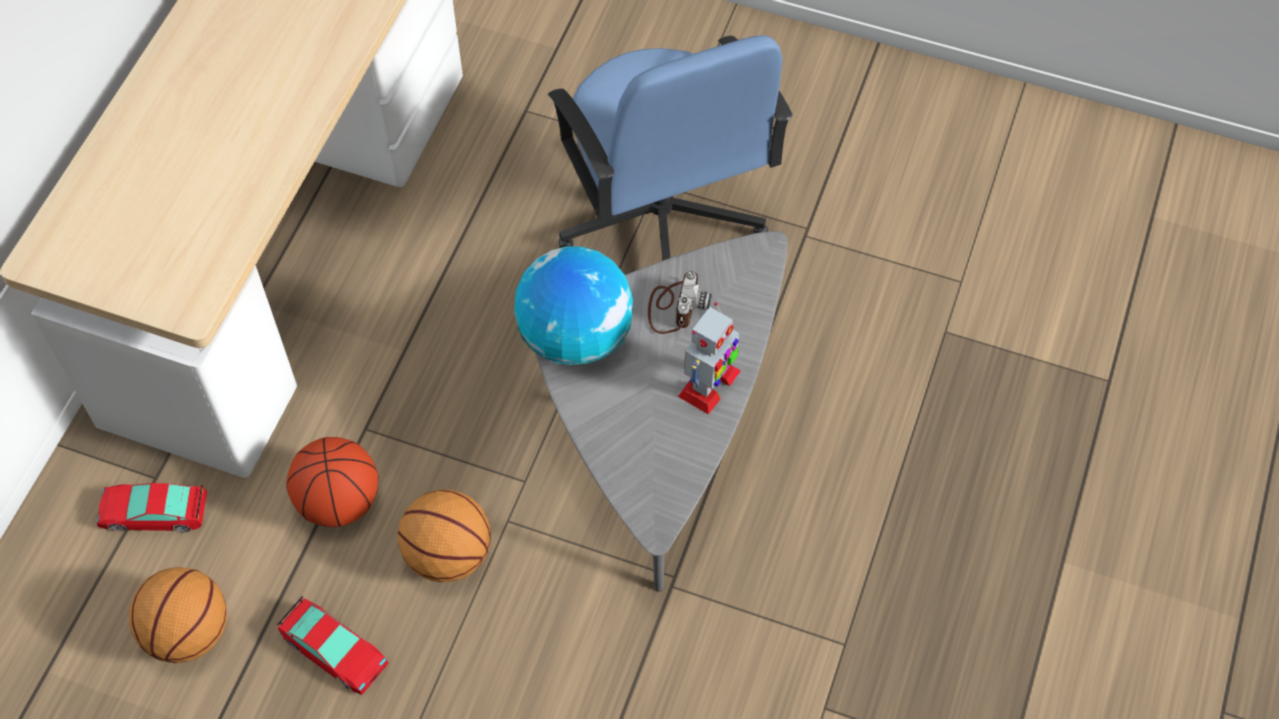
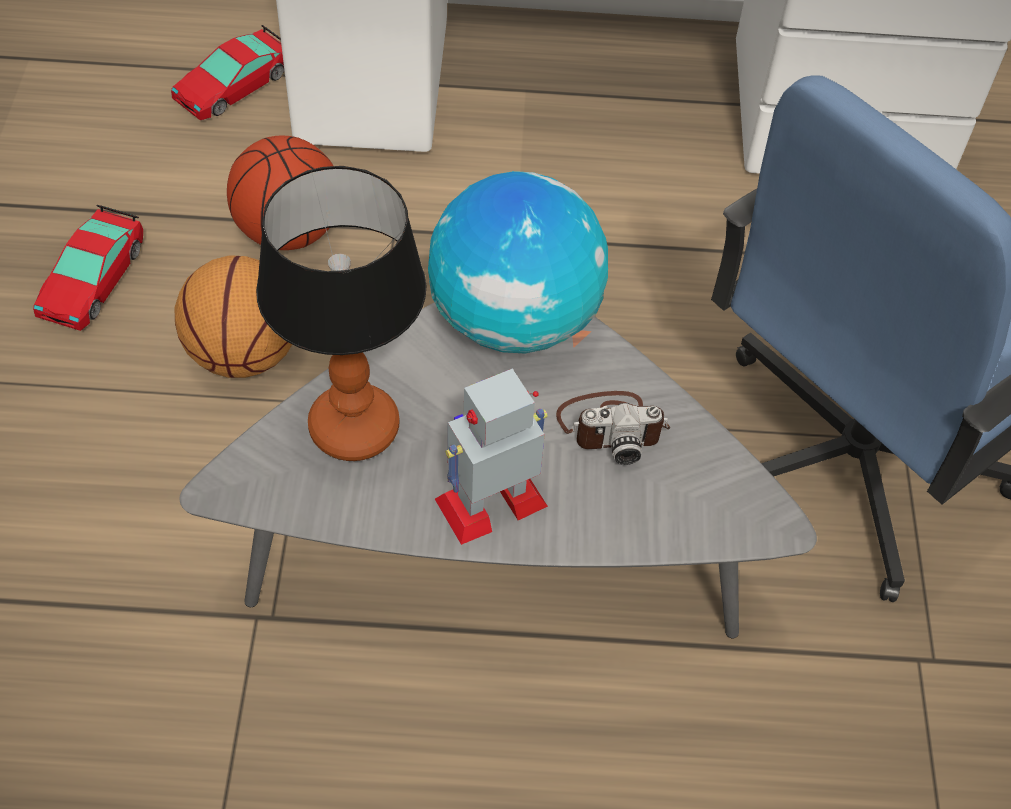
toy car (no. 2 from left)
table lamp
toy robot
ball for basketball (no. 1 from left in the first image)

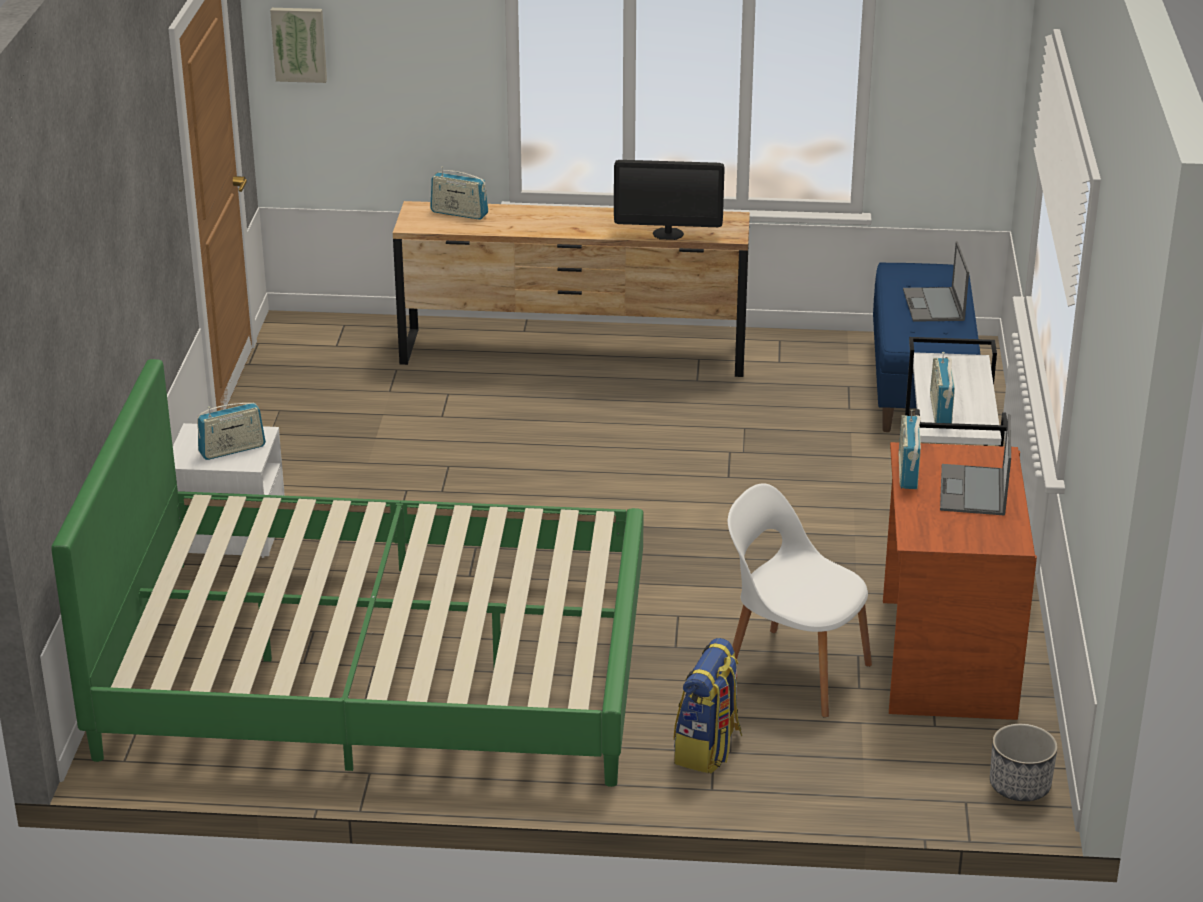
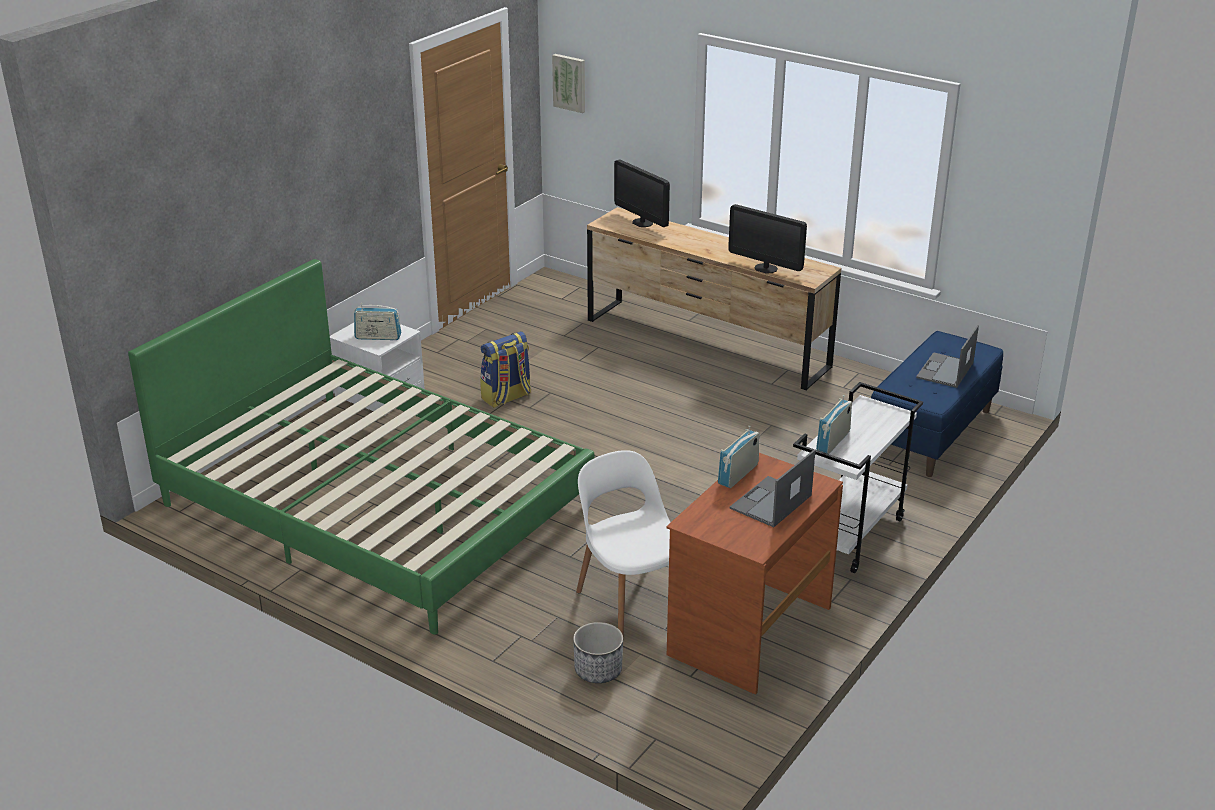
rucksack
plant pot
monitor (no. 1 from left)

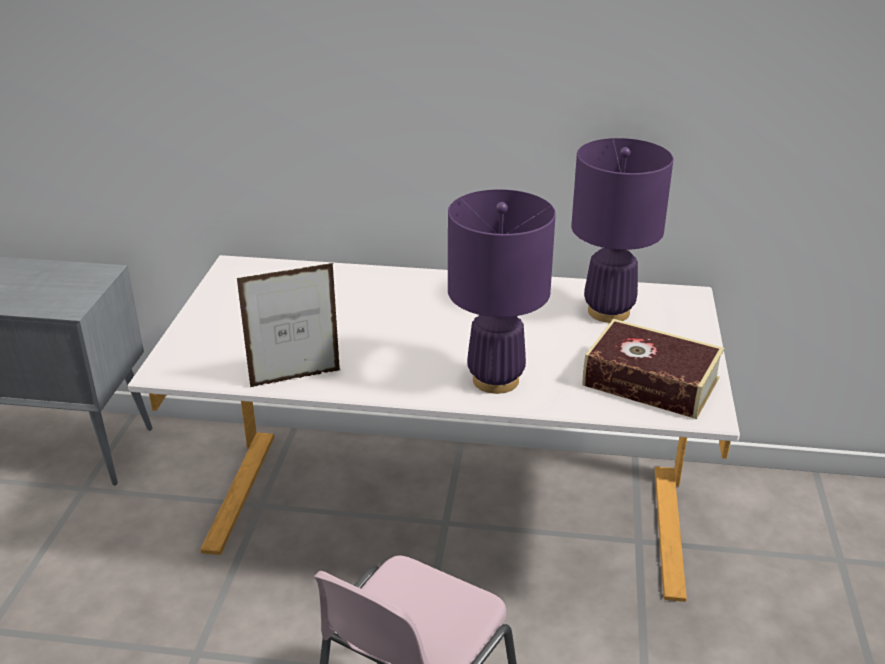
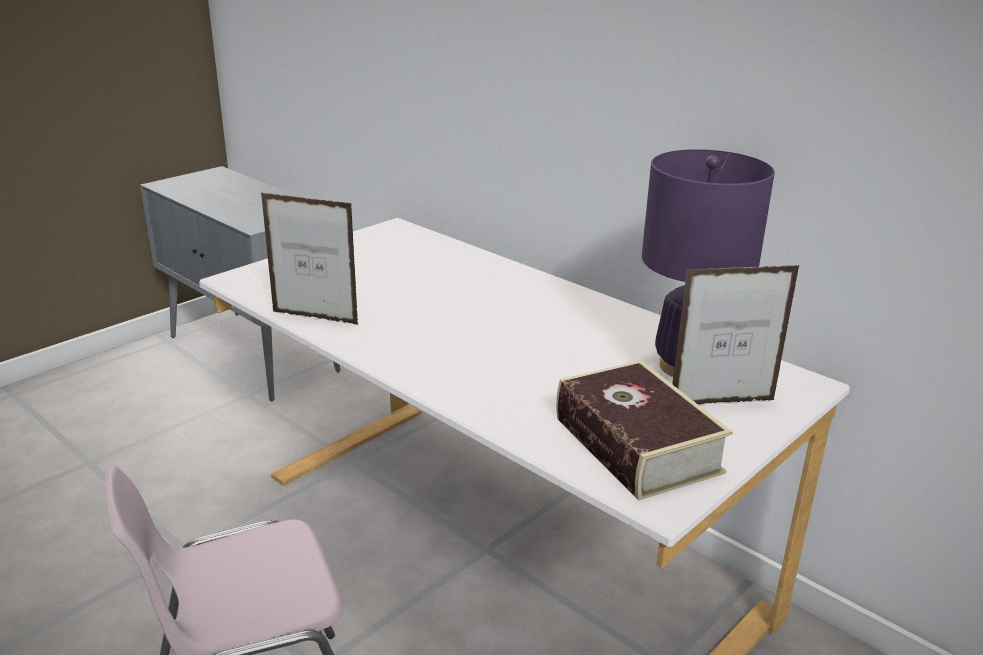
standing frame (no. 2 from left)
purplish table lamp (no. 1 from left in the first image)

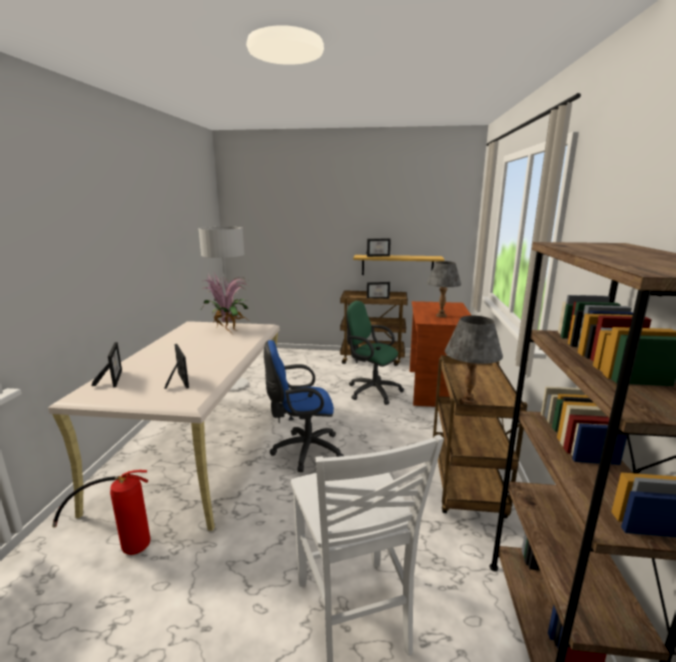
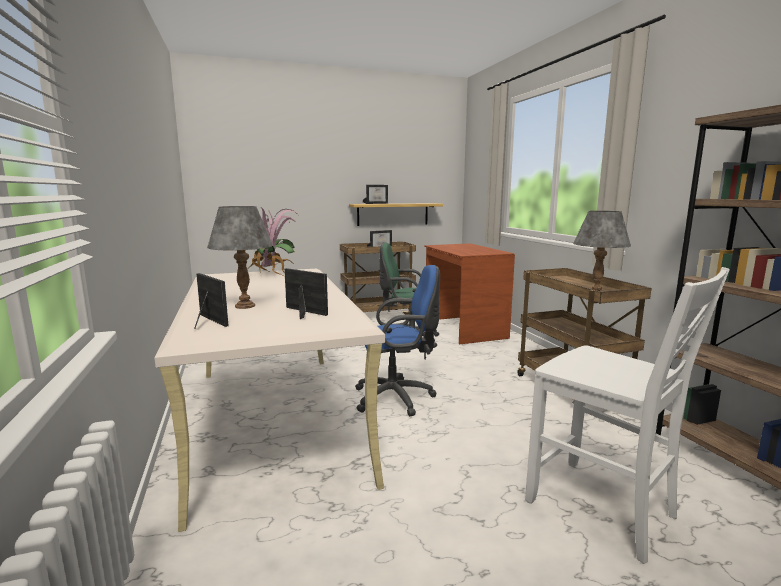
gray table lamp (no. 1 from left)
blue office chair
fire extinguisher
gray floor lamp

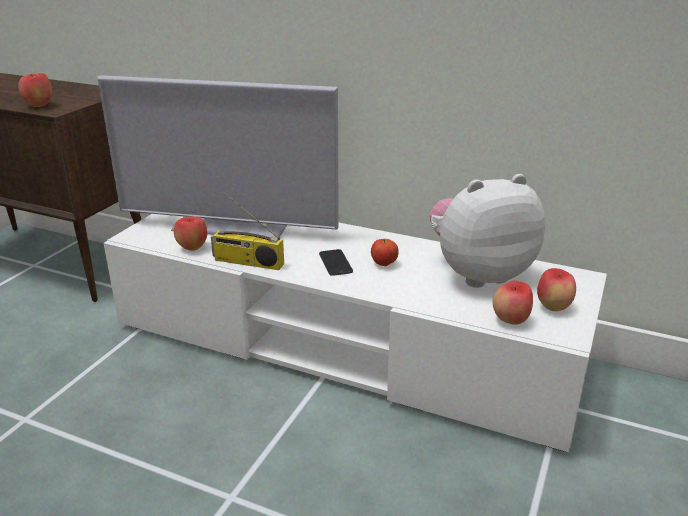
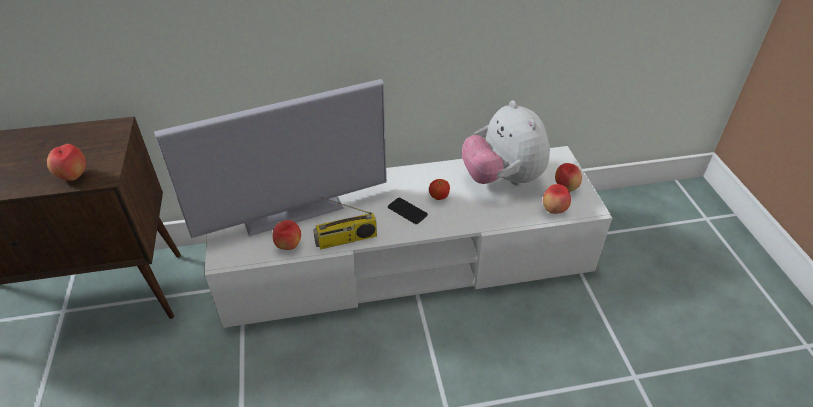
plush toy

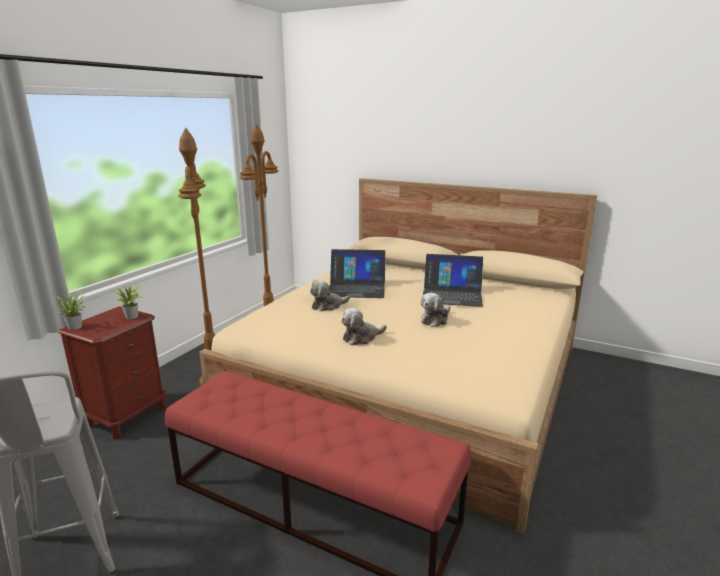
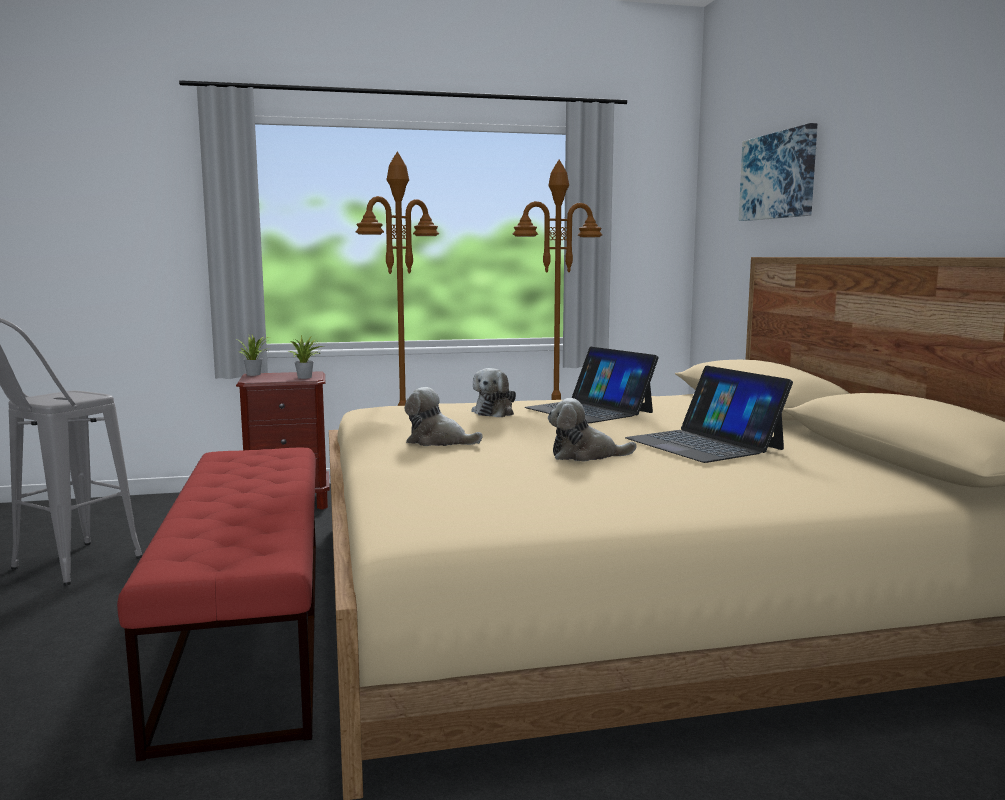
plush toy (no. 2 from left)
picture

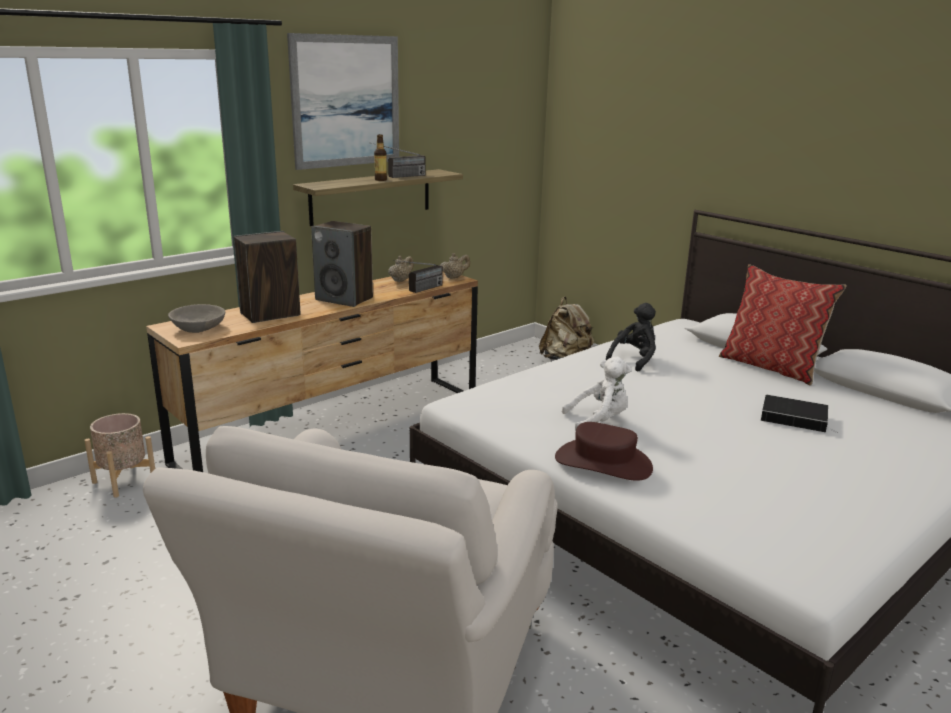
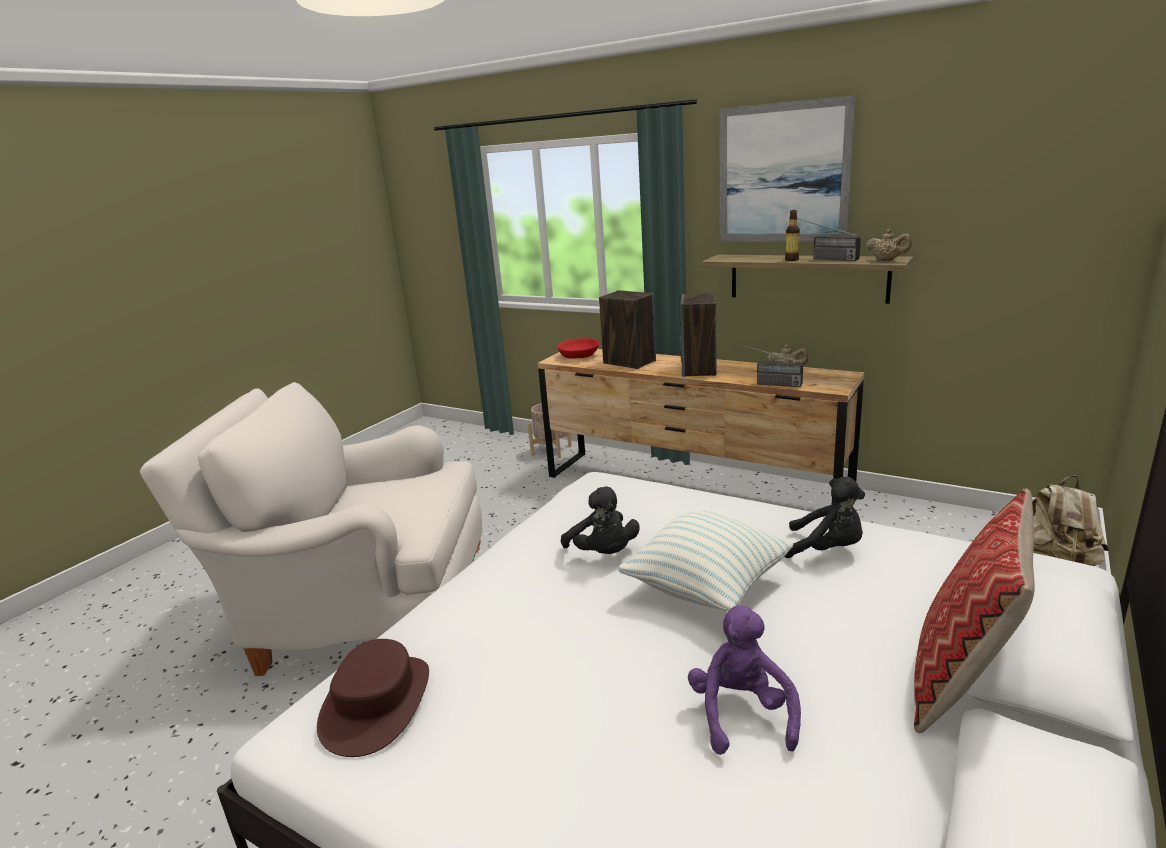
brownish clothing hat
red bowl
black plush toy (no. 1 from left)
cushion (no. 1 from left)
purplish plush toy
beige tea pot (no. 2 from left)

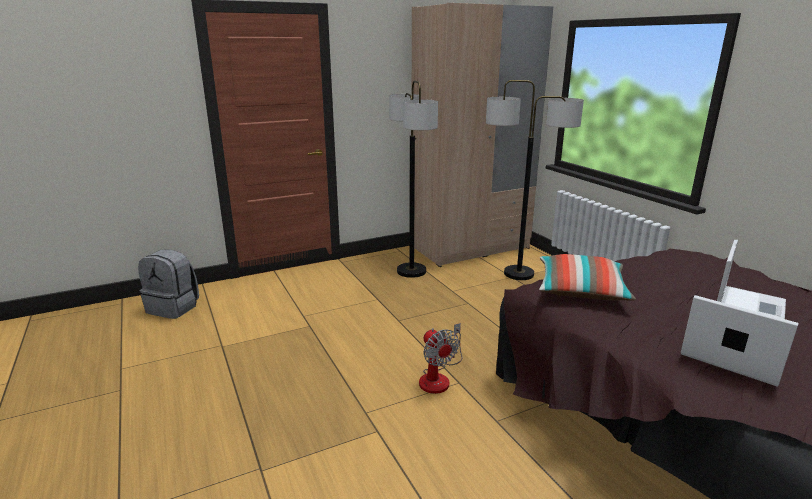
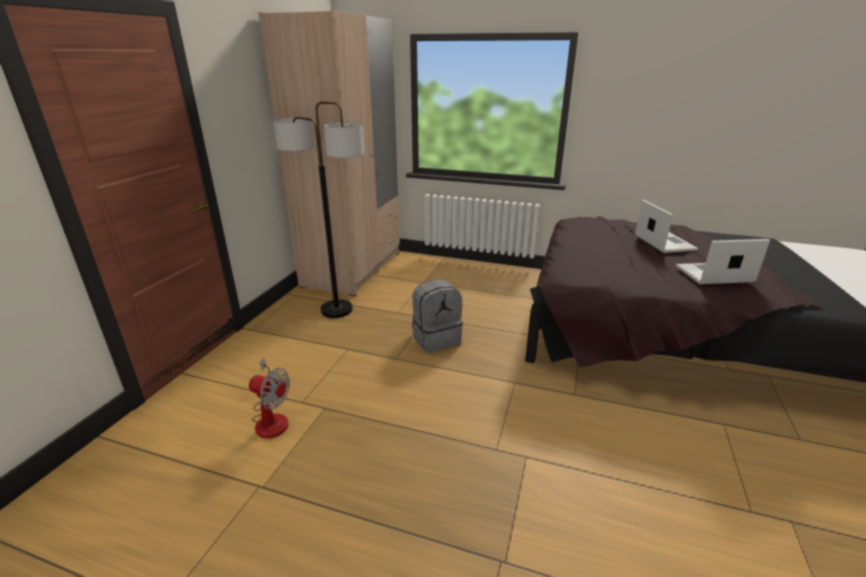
electric fan
gray rucksack
floor lamp (no. 2 from left in the first image)
cushion

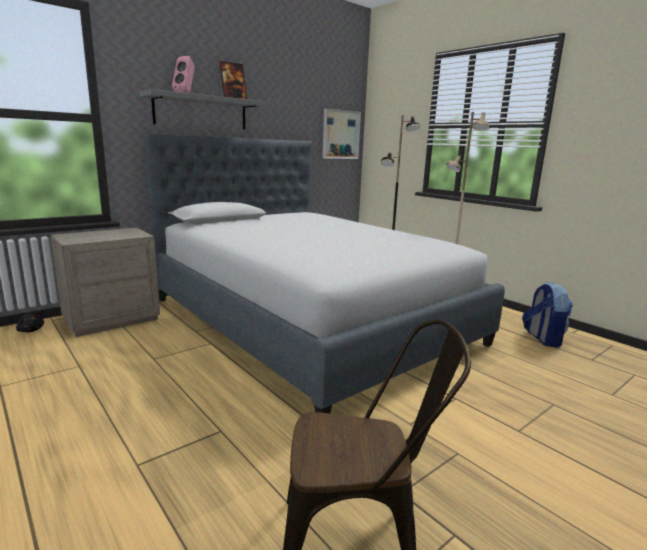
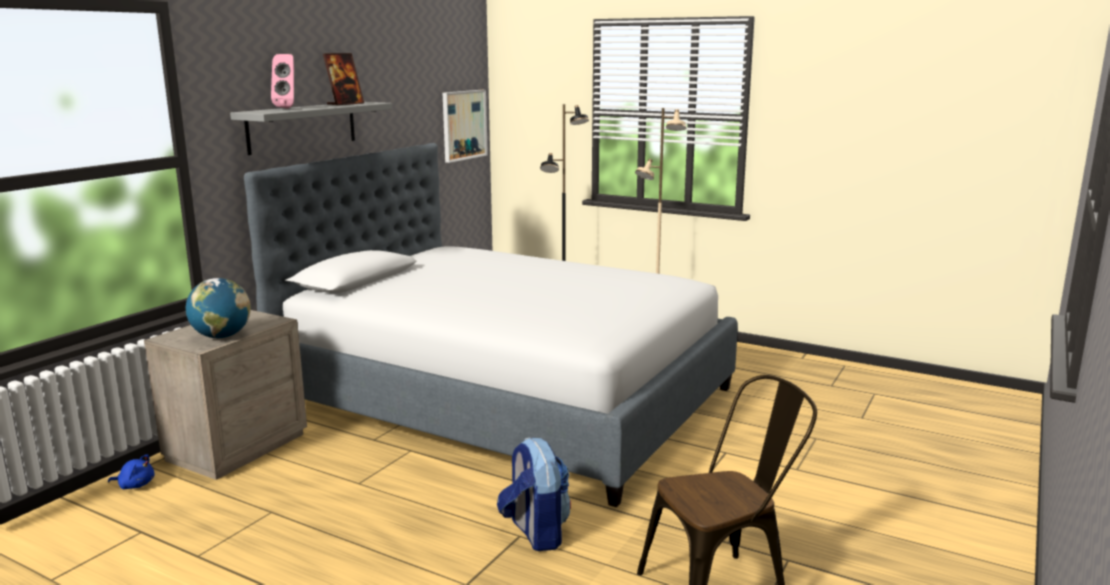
blue plush toy
world globe
rucksack

